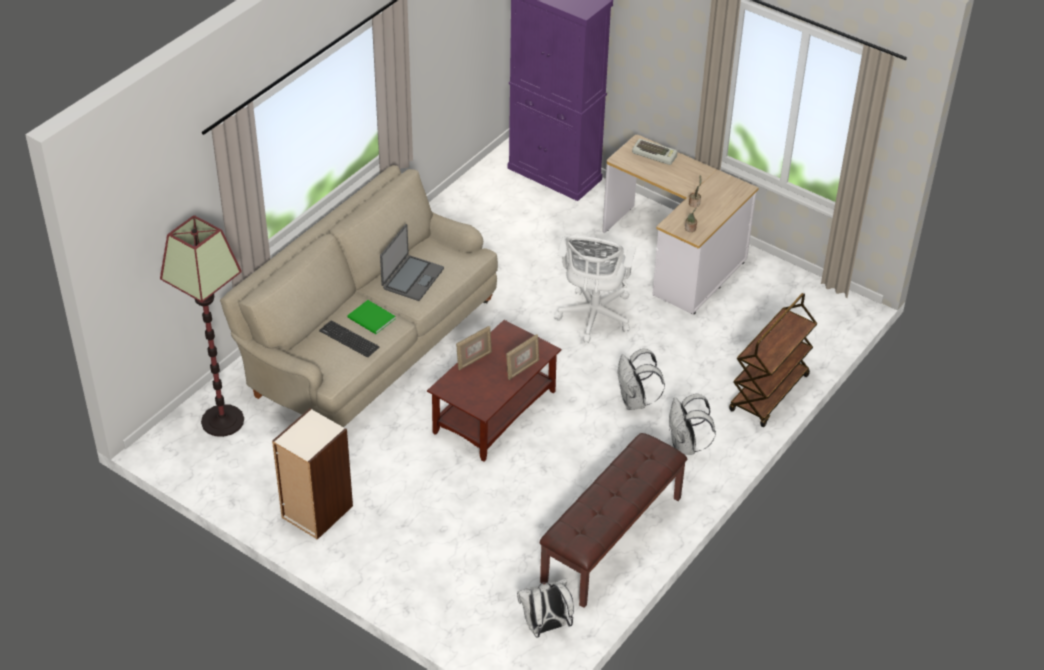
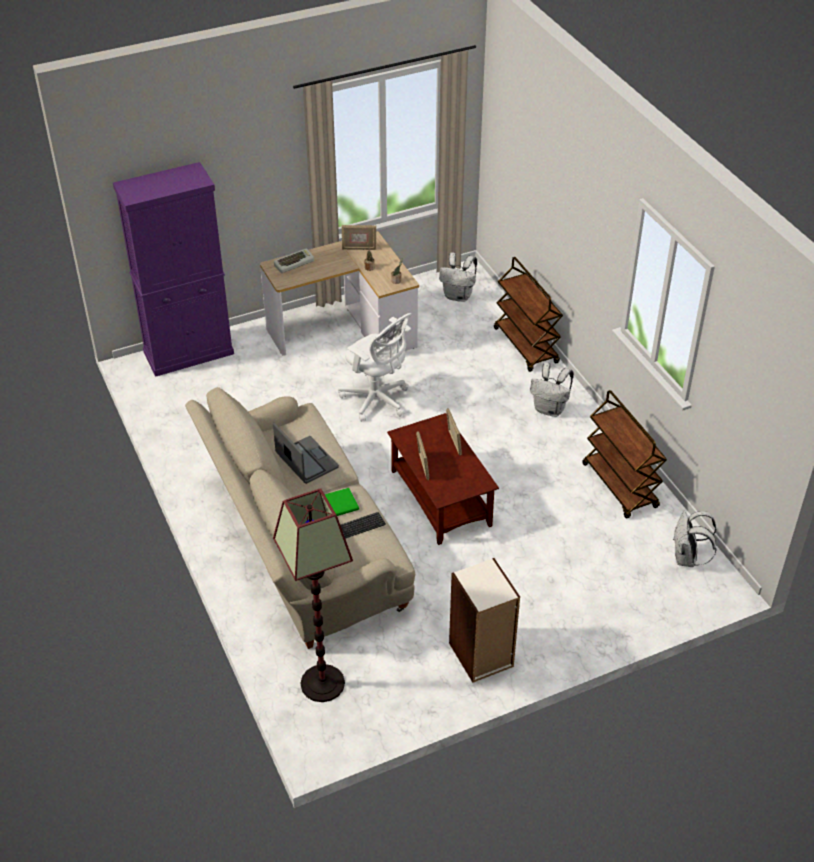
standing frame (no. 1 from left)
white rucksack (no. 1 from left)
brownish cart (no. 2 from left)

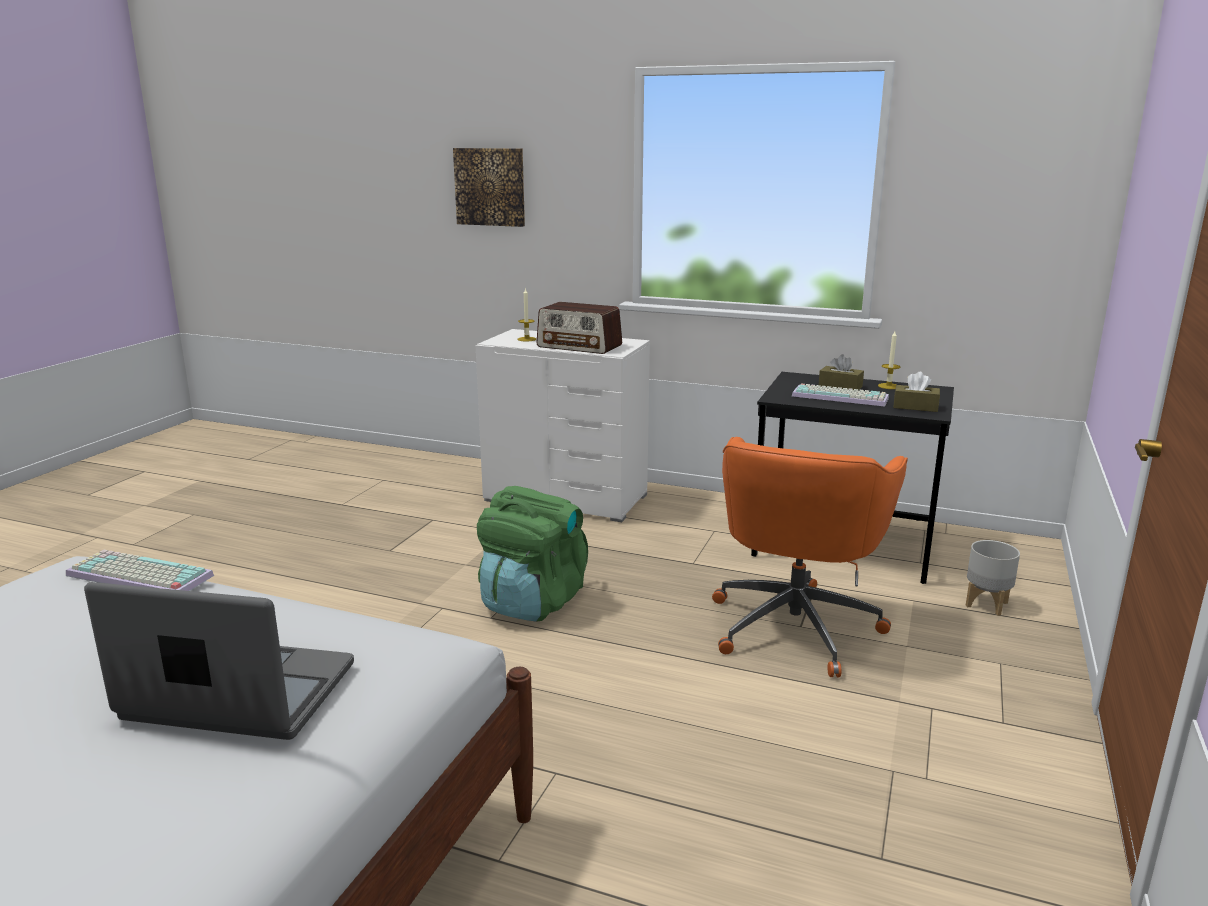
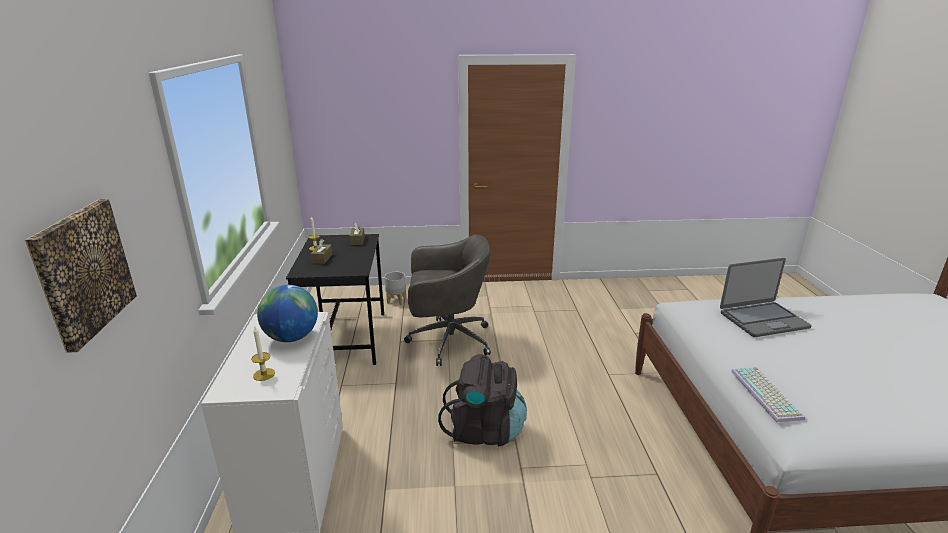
world globe
gray office chair
black rucksack
laptop
computer keyboard (no. 2 from left in the first image)

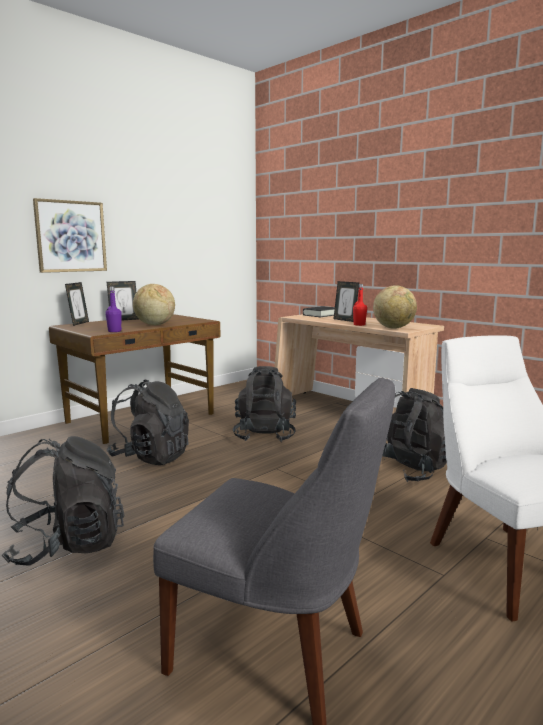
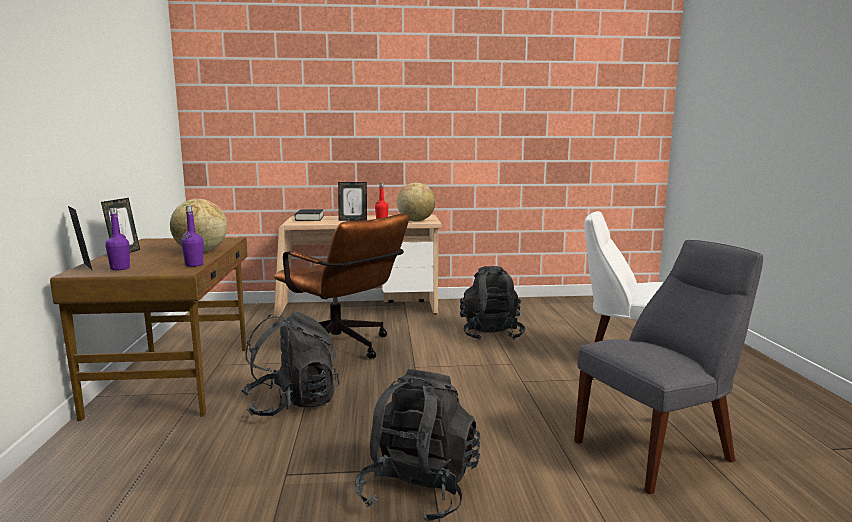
purplish drink bottle (no. 1 from left)
brownish office chair
picture

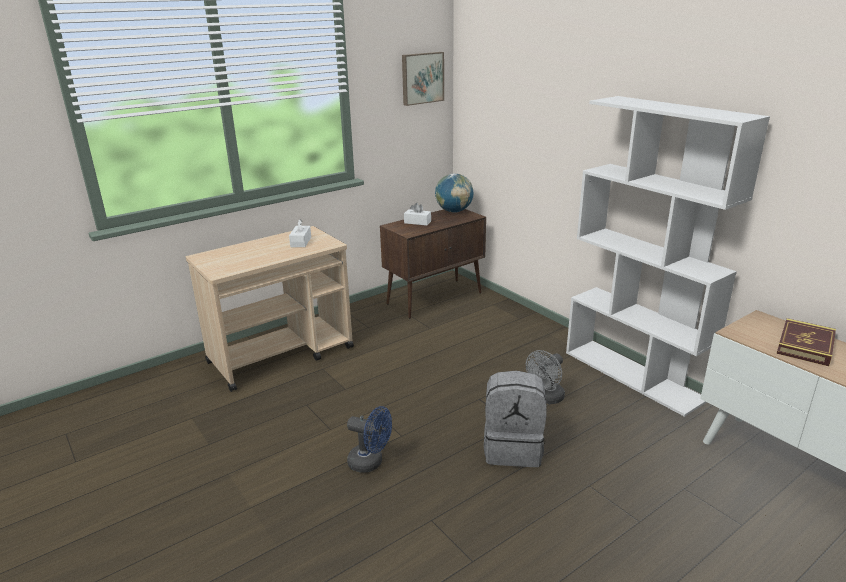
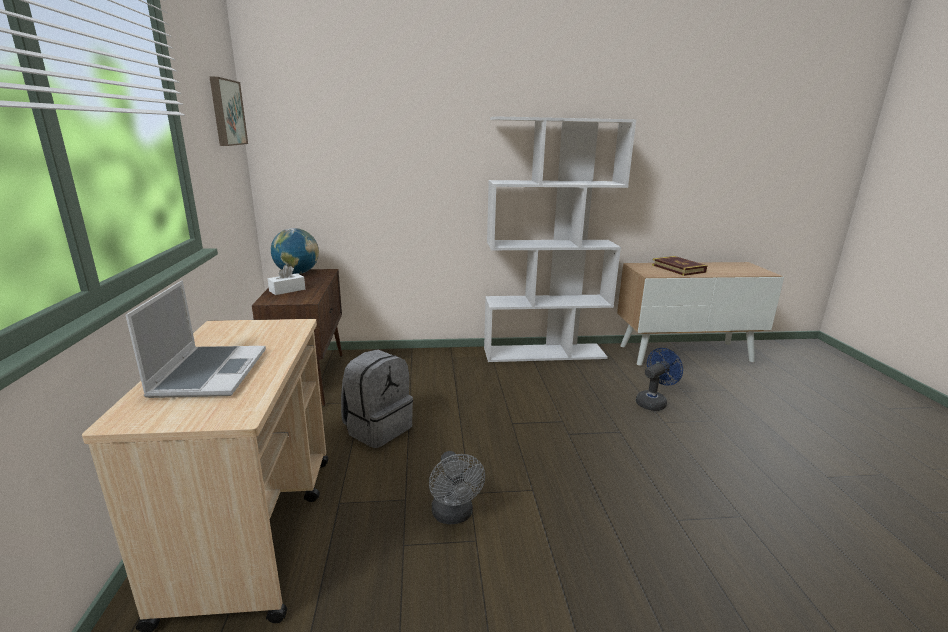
laptop
gray rucksack
gray electric fan
blue electric fan
white box of tissues (no. 1 from left in the first image)

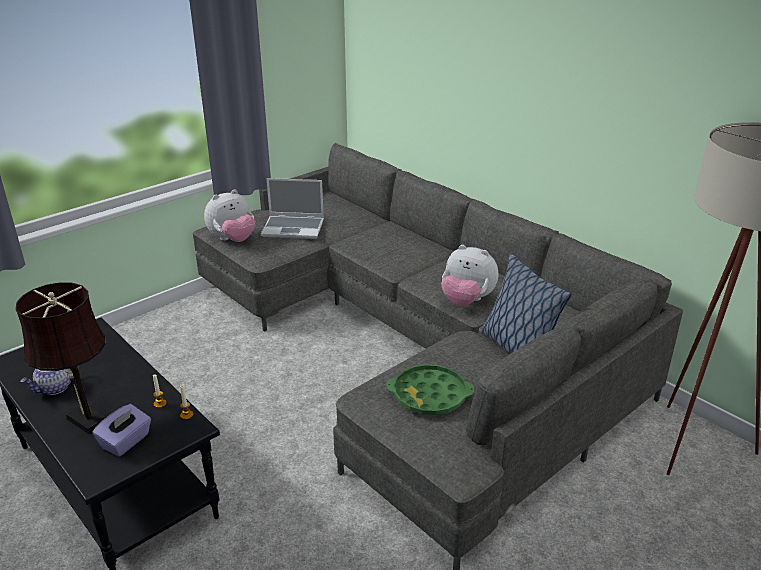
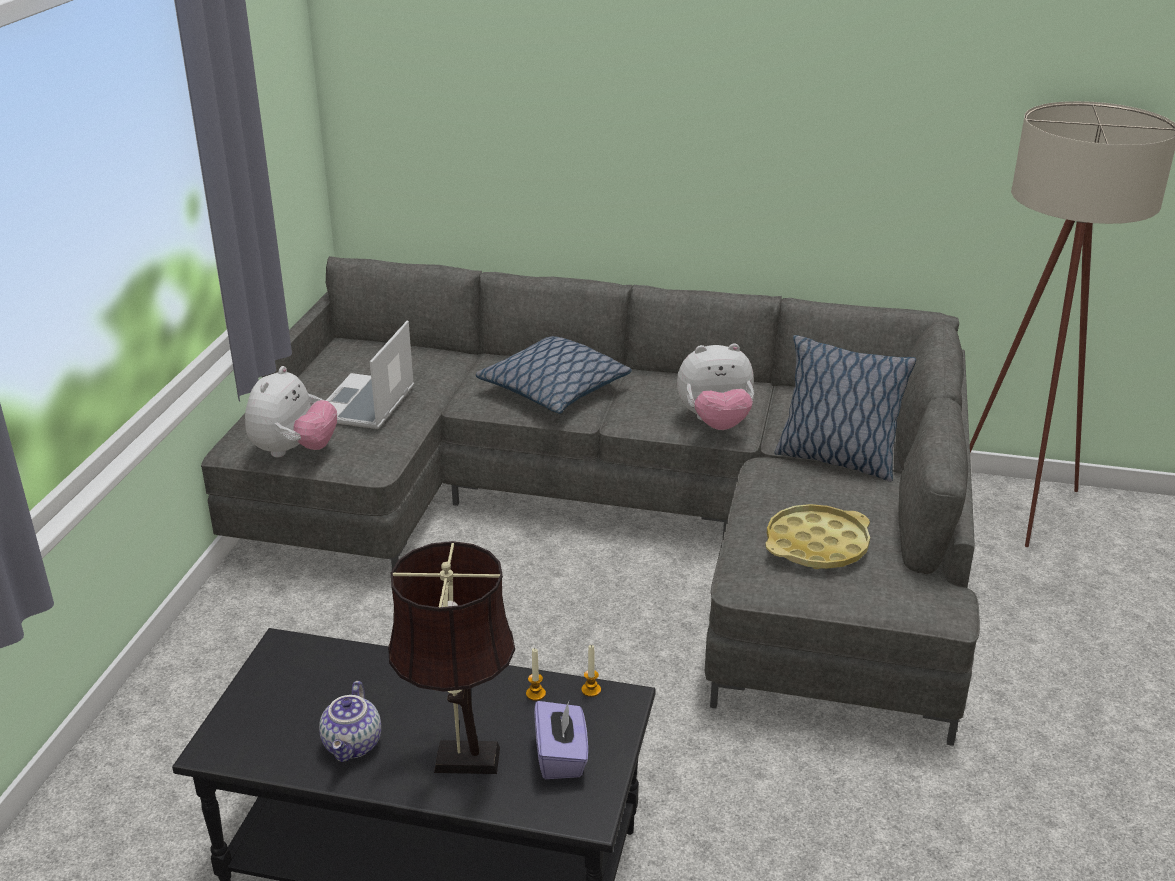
laptop
cushion (no. 1 from left)
yellow carrying tray

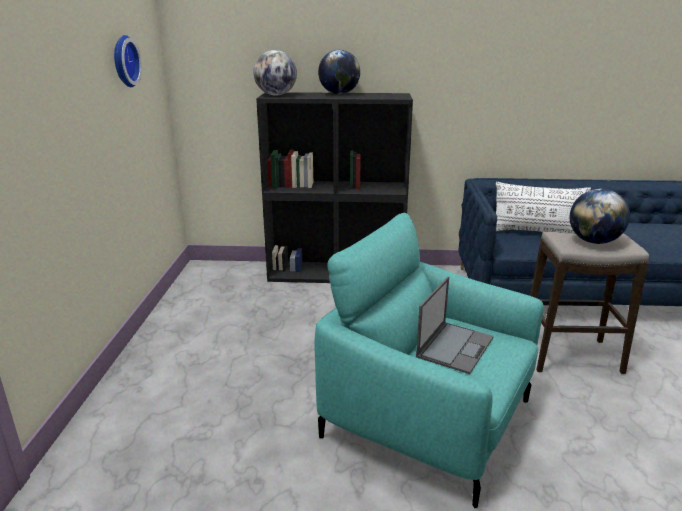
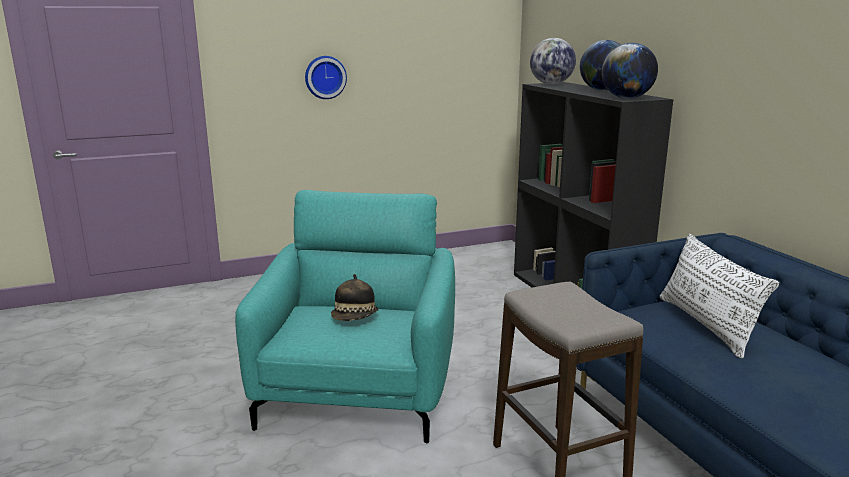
hanging clock
clothing hat
world globe (no. 3 from left)

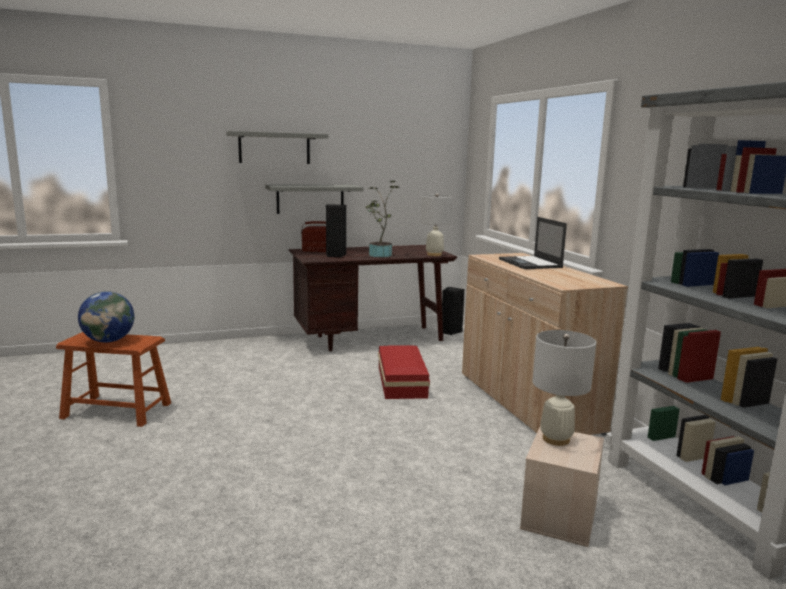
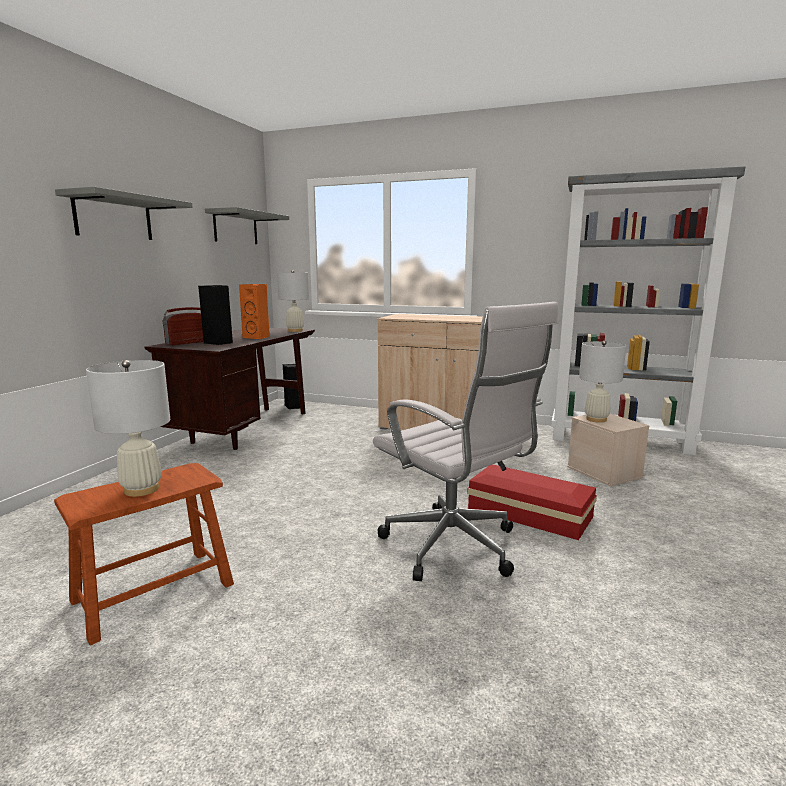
white table lamp (no. 1 from left)
gray bracket shelf (no. 2 from left)
orangey speaker
white office chair
red storage container
laptop

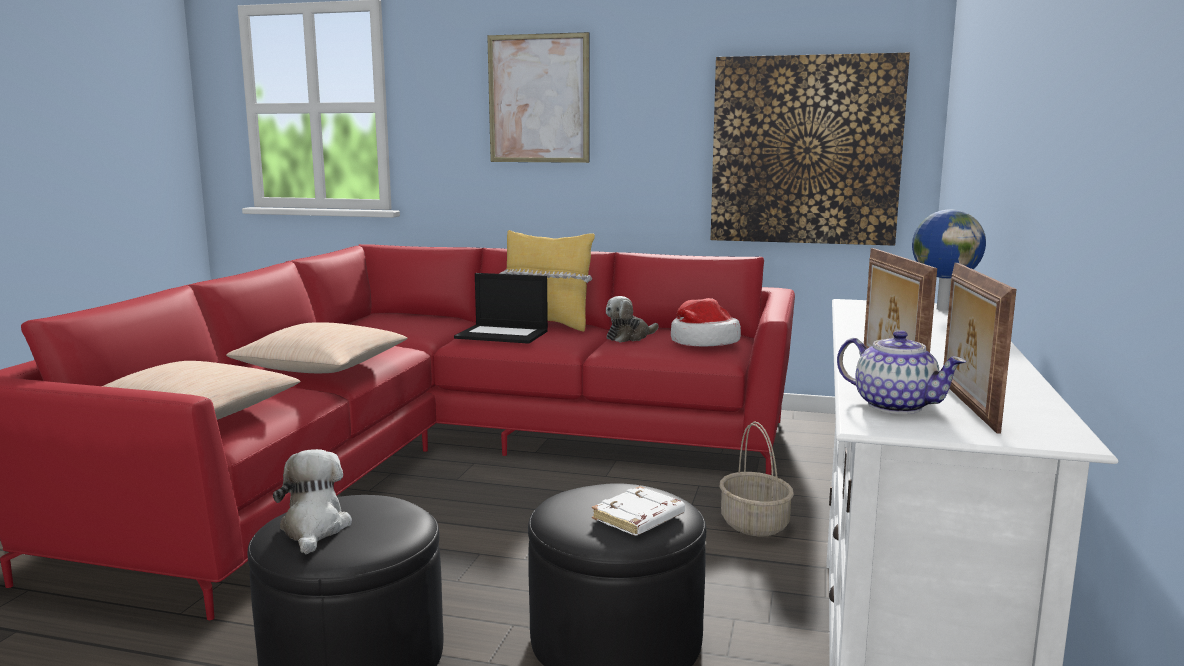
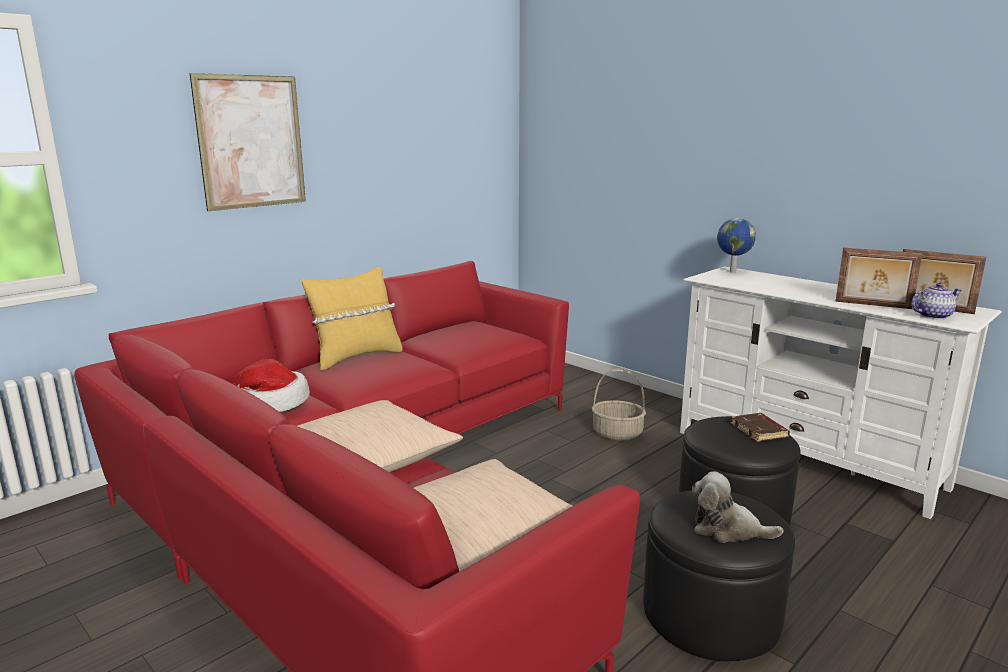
clothing hat
brownish book
laptop
plush toy (no. 2 from left in the first image)
picture (no. 2 from left in the first image)

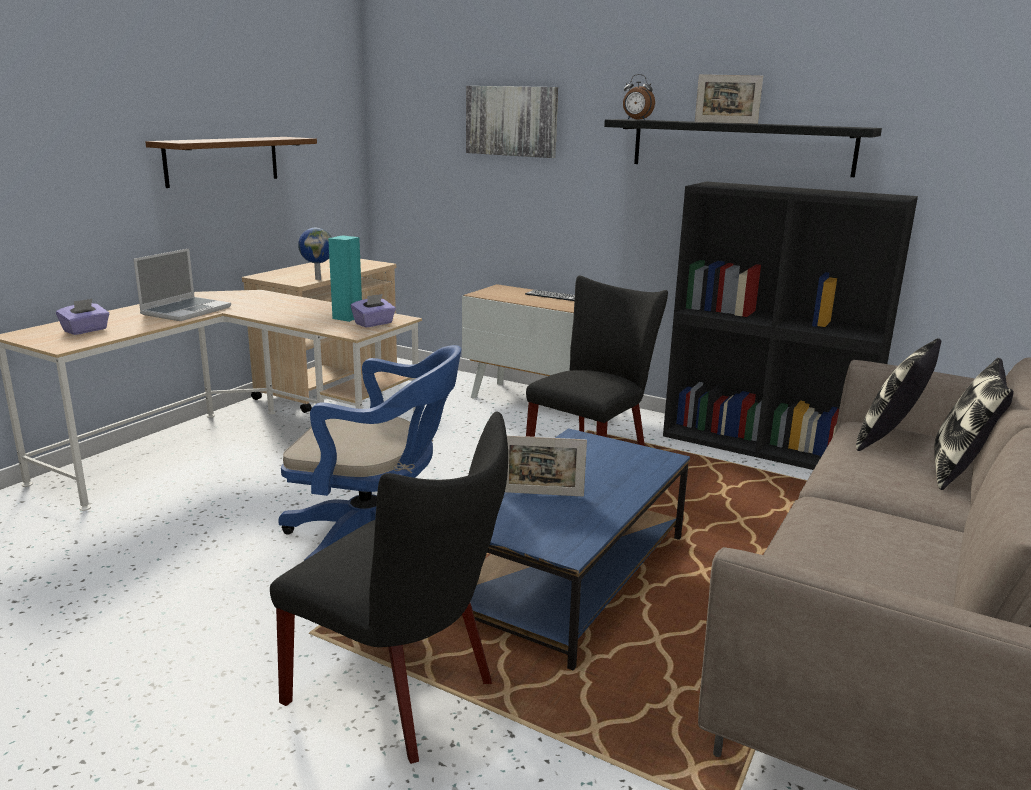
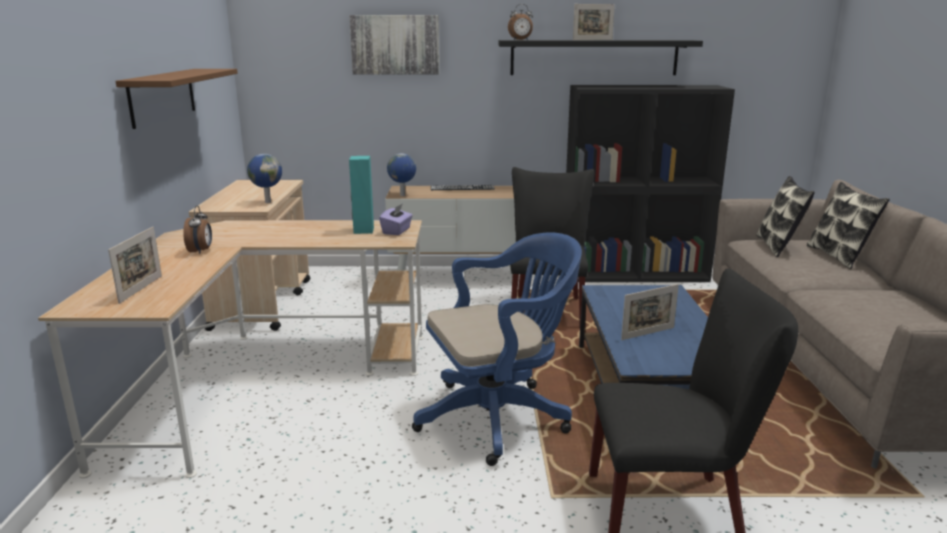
standing frame (no. 1 from left)
table clock (no. 1 from left)
world globe (no. 2 from left)

